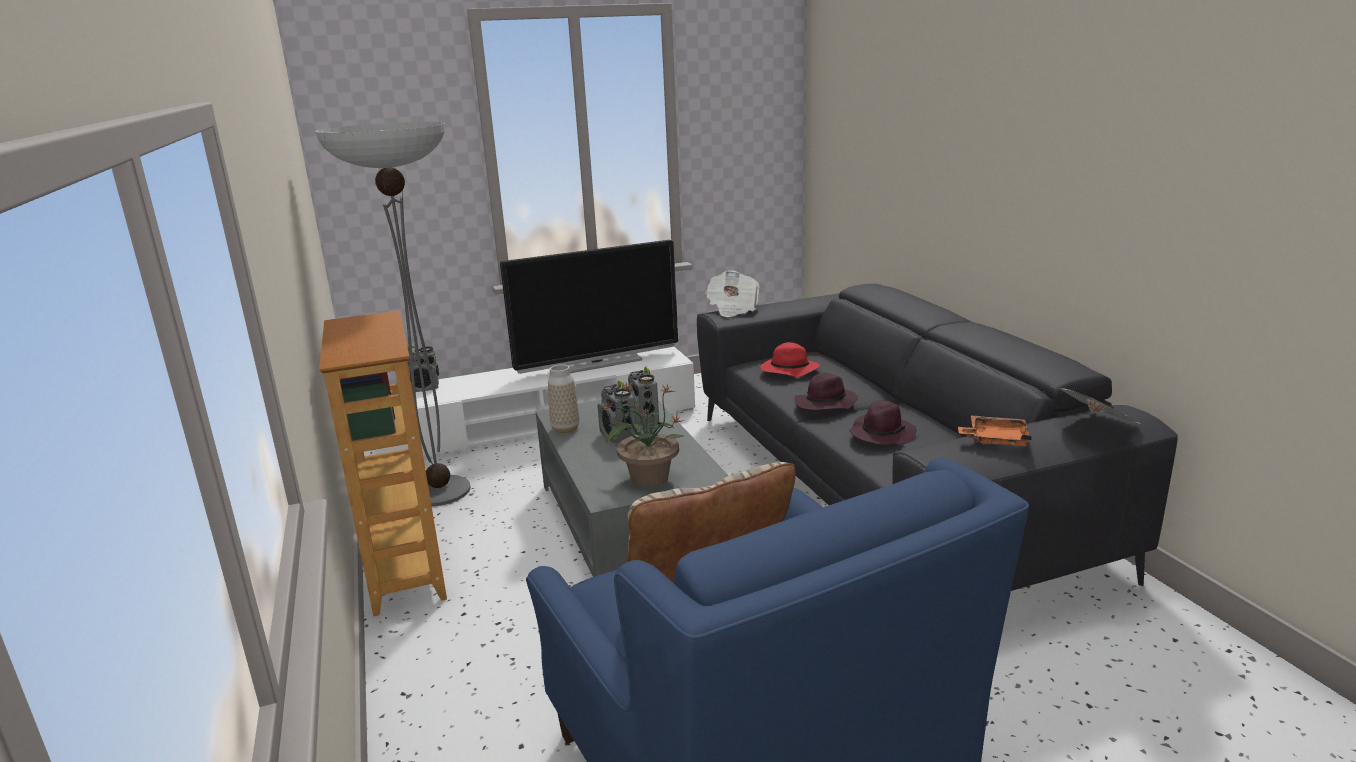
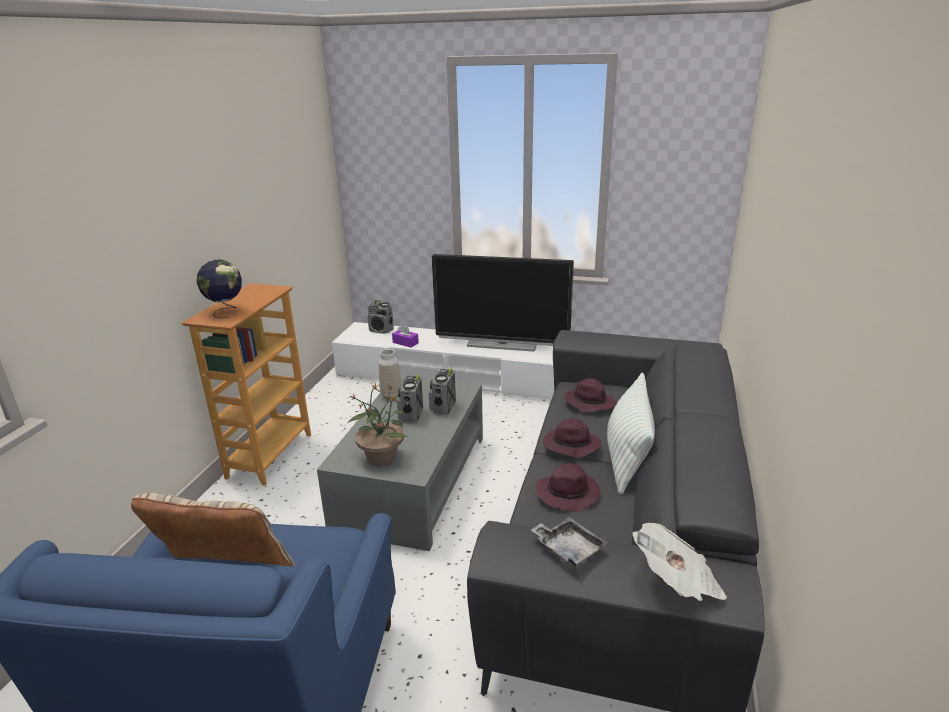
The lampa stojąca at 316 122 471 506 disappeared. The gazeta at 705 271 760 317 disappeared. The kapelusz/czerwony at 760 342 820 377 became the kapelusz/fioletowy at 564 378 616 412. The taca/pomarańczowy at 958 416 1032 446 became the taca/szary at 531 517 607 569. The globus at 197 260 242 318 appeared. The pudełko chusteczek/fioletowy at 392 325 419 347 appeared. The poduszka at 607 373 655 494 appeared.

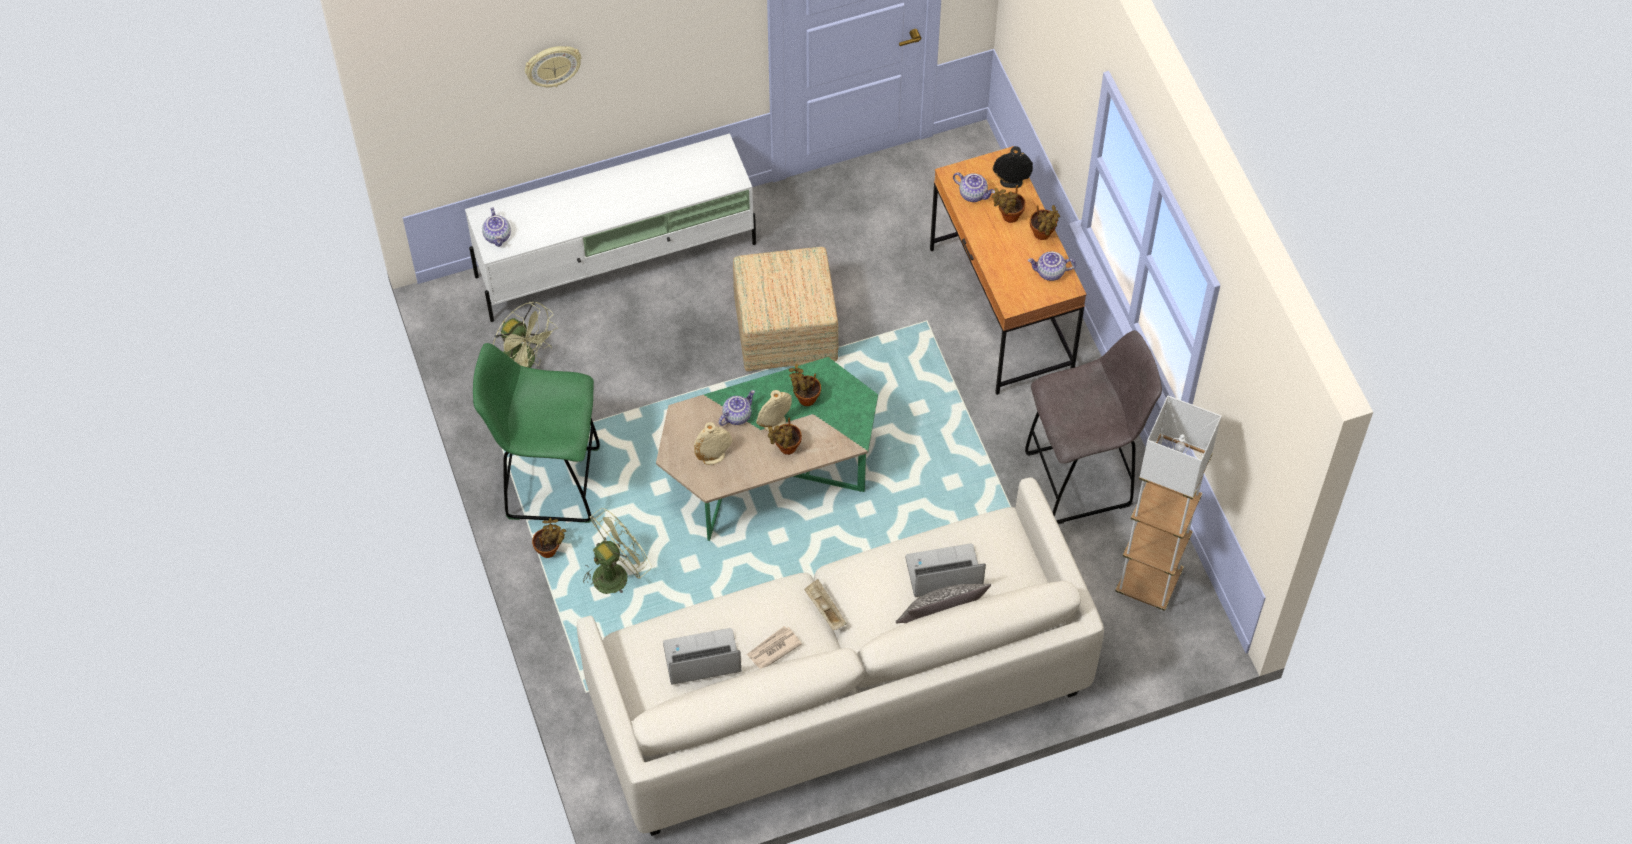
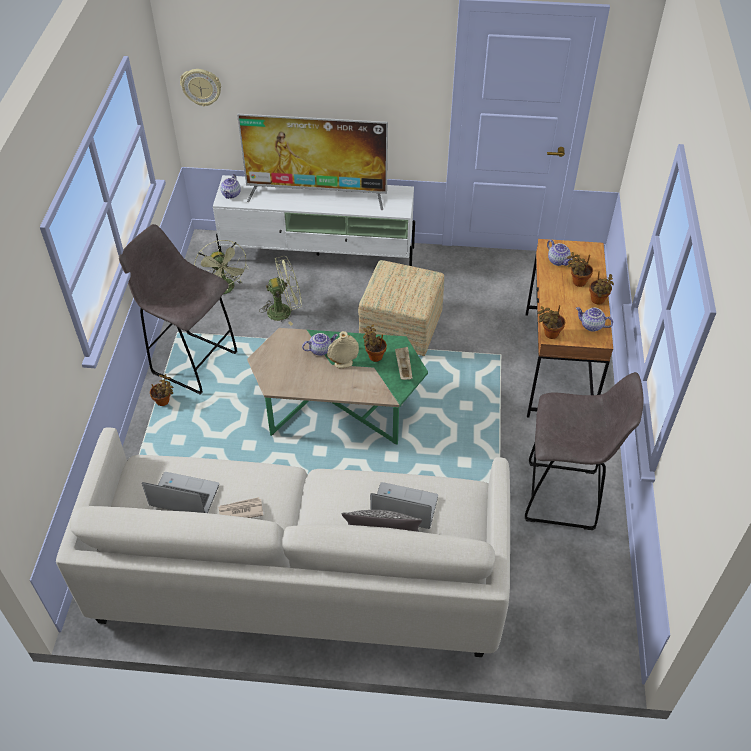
The zegar ścienny moved from 525 46 581 87 to 180 69 221 107. The wazon/czarny at 993 146 1033 188 disappeared. The stołek/zielony at 473 343 600 523 became the stołek/szary at 119 224 237 395. The lampa stojąca/biały at 1115 396 1221 611 disappeared. The roślina doniczkowa moved from 768 418 802 455 to 538 305 565 339. The wazon/beżowy at 694 422 733 465 disappeared. The wentylator/zielony moved from 583 508 651 594 to 259 256 302 326. The taca/beżowy moved from 804 579 847 630 to 395 347 413 380. The telewizor at 237 114 388 210 appeared.

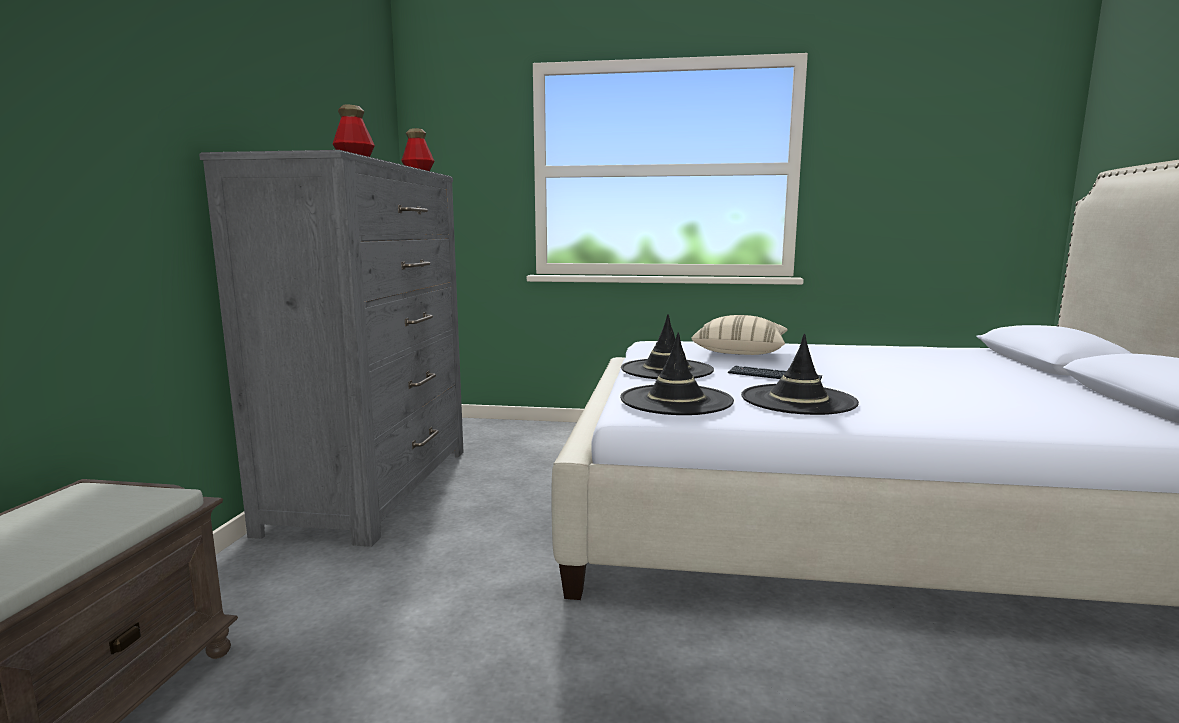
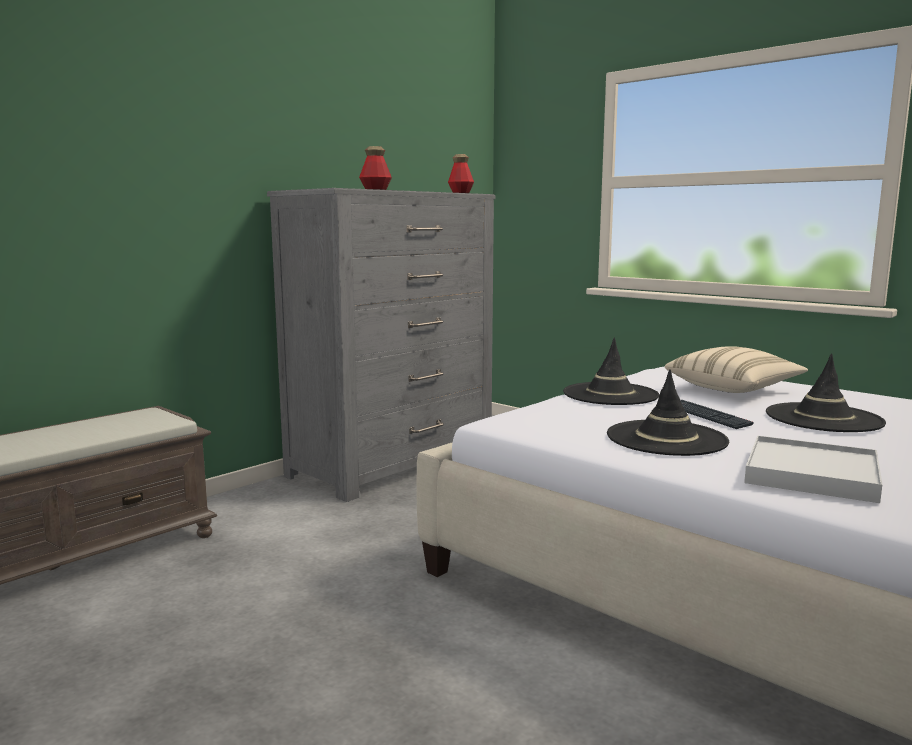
The kapelusz/czarny moved from 620 333 734 415 to 766 353 886 432. The taca/biały at 744 436 882 503 appeared.

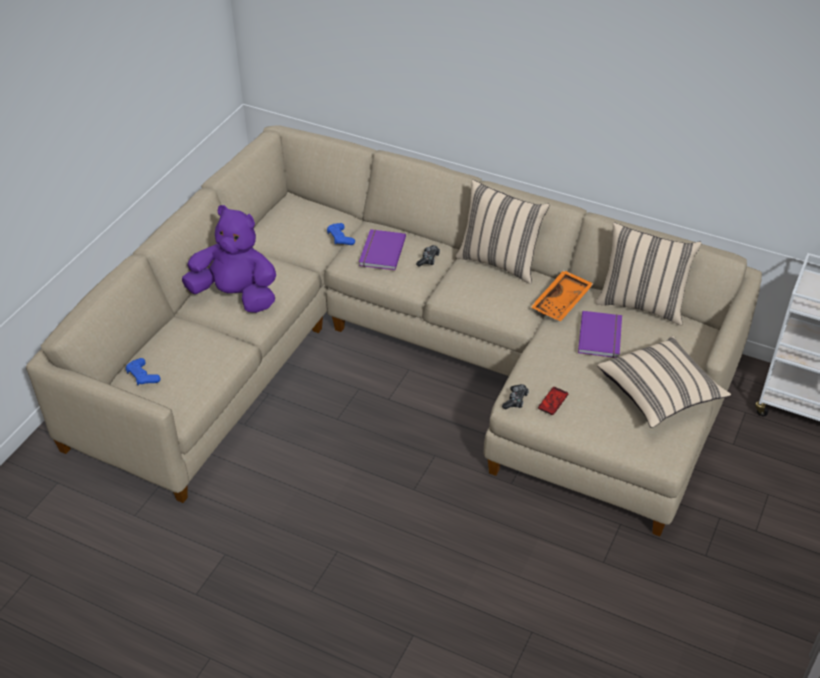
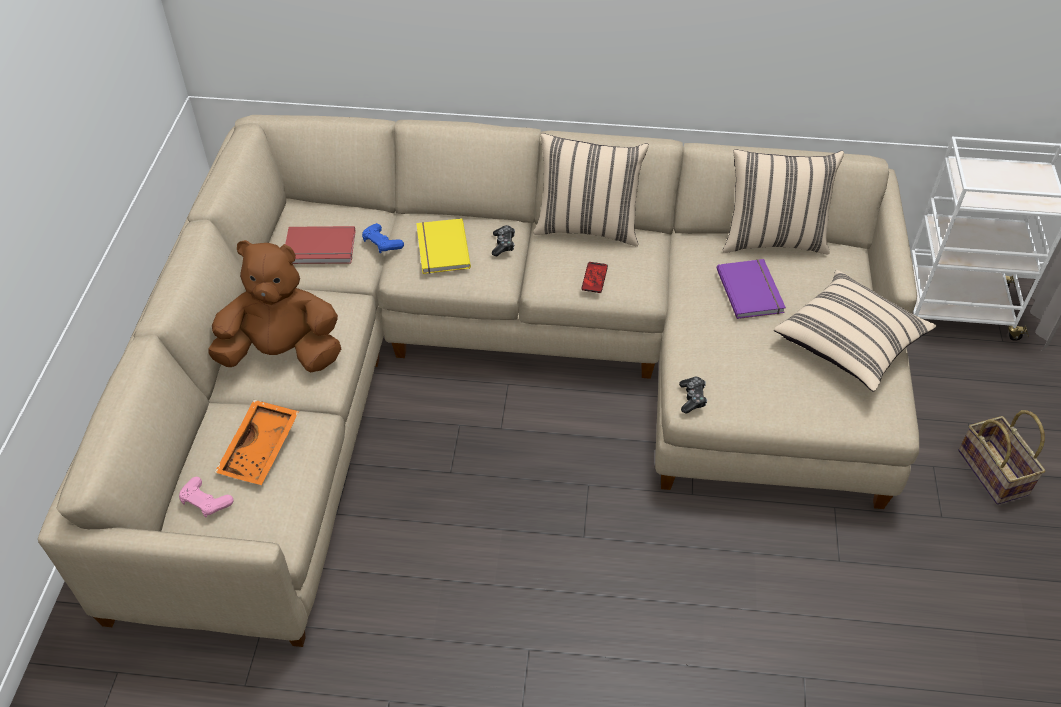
The pluszak/fioletowy at 182 205 276 313 became the pluszak/brązowy at 208 240 341 372. The książka/fioletowy at 359 229 406 270 became the książka/żółty at 416 219 471 274. The taca/pomarańczowy moved from 531 270 593 321 to 215 400 299 485. The pad do gier/niebieski at 126 358 161 385 became the pad do gier/różowy at 179 477 234 517. The telefon moved from 538 387 568 415 to 581 262 608 293. The książka/czerwony at 285 226 356 264 appeared. The koszyk at 958 410 1045 504 appeared.

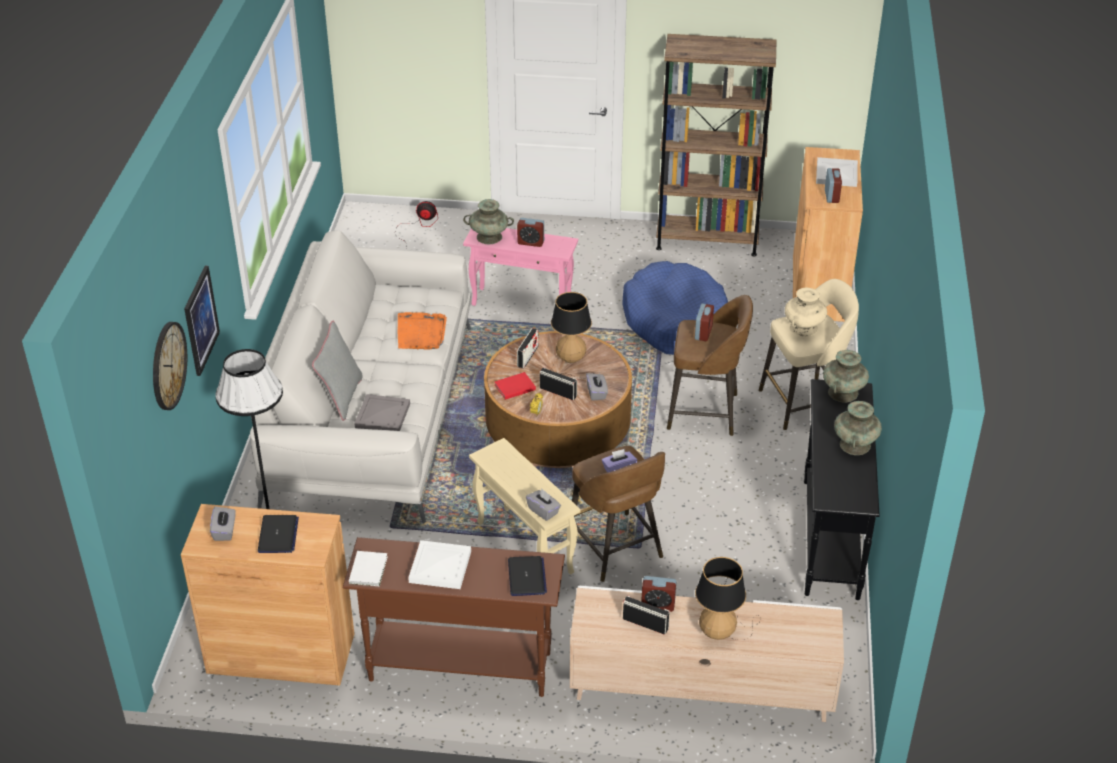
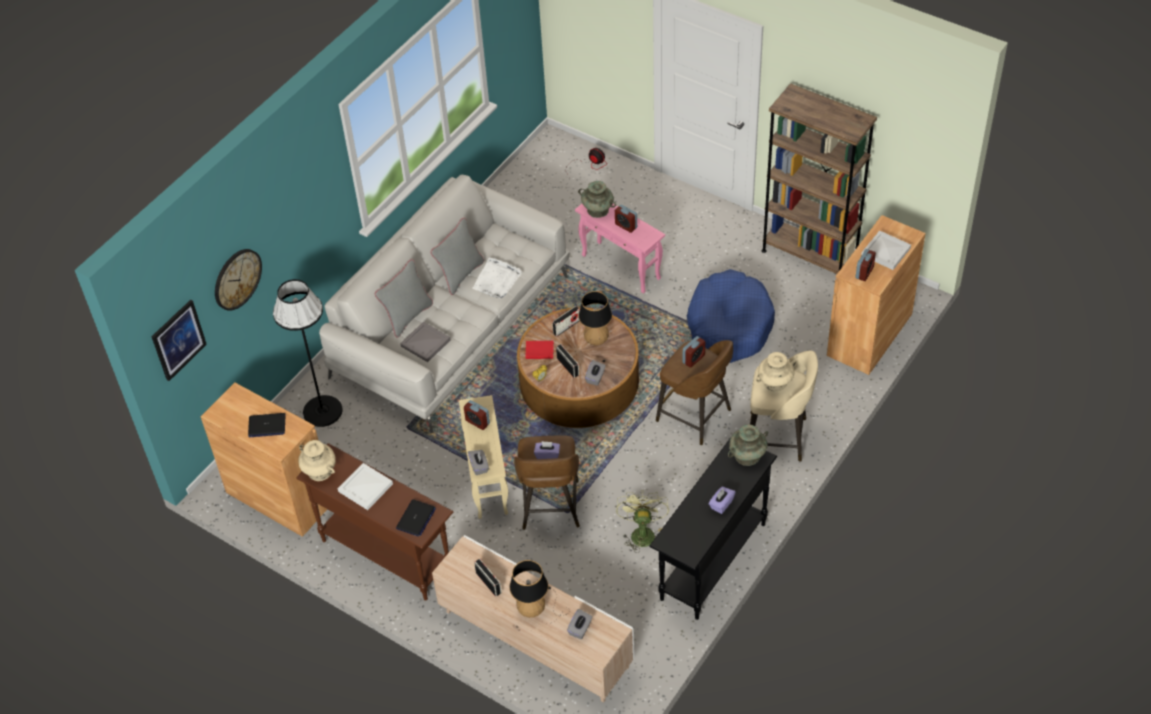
The obraz moved from 184 266 220 376 to 152 300 207 381. The taca/pomarańczowy at 398 312 447 349 became the taca/biały at 472 258 522 298. The wazon/turkusowy at 834 401 882 455 was replaced by the pudełko chusteczek/fioletowy at 709 487 736 514. The pudełko chusteczek/szary moved from 210 507 236 541 to 567 609 593 639. The laptop at 258 515 299 553 turned 60 degrees clockwise. The książka/biały at 349 551 388 586 was replaced by the wazon/beżowy at 299 440 336 481. The budzik moved from 641 576 676 612 to 464 400 490 430. The poduszka/szary at 431 218 484 295 appeared. The wentylator/zielony at 616 490 669 553 appeared.

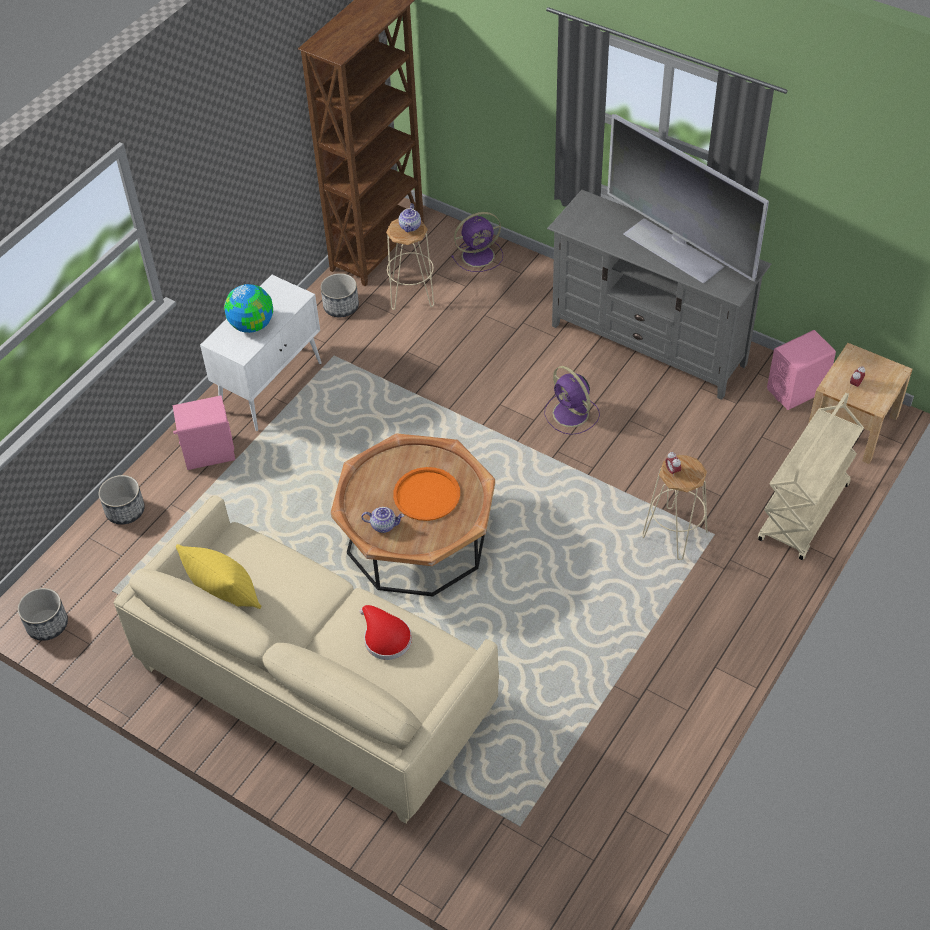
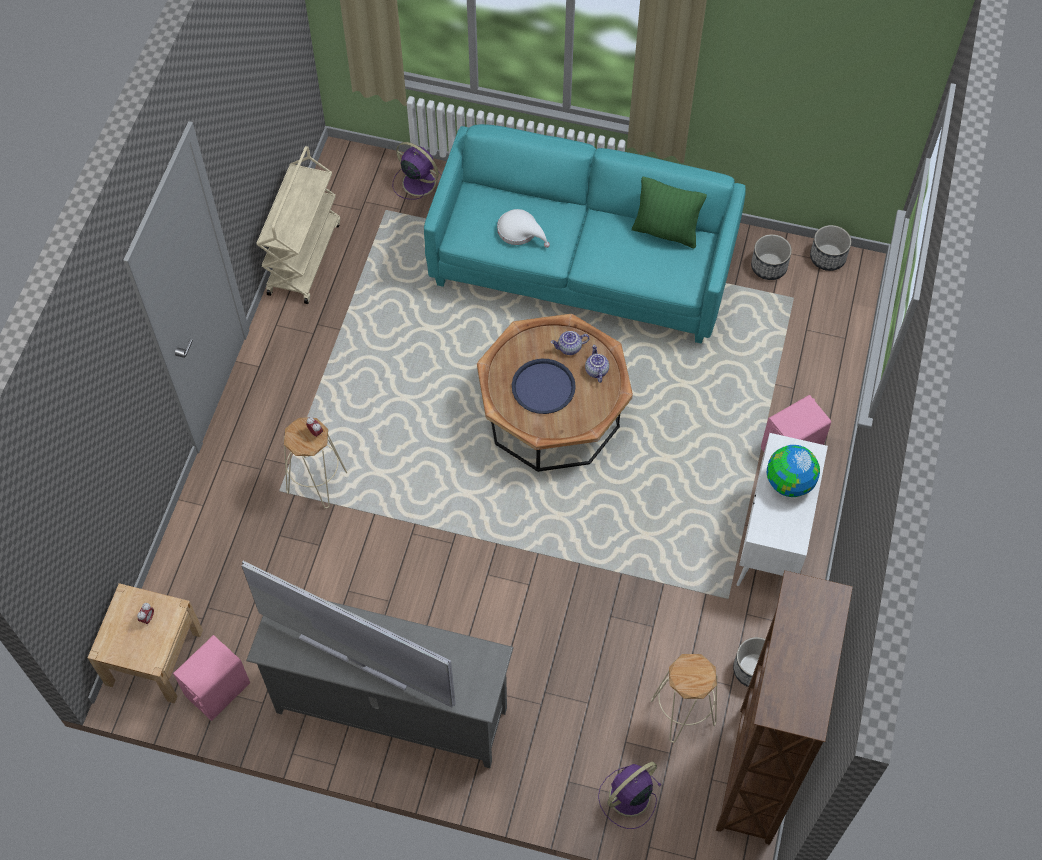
The imbryk moved from 399 203 421 233 to 585 345 609 383. The wentylator/fioletowy moved from 544 366 600 435 to 393 142 442 200. The wózek/beżowy moved from 758 393 864 560 to 256 146 340 304. The taca/pomarańczowy at 393 467 460 521 became the taca/niebieski at 512 359 576 414. The donica moved from 99 475 145 525 to 751 234 792 280. The kanapa/beżowy at 114 495 499 824 became the kanapa/turkusowy at 424 124 746 344. The poduszka/żółty at 176 544 261 609 became the poduszka/zielony at 632 177 707 248. The kapelusz/czerwony at 360 605 412 660 became the kapelusz/biały at 497 209 550 248.

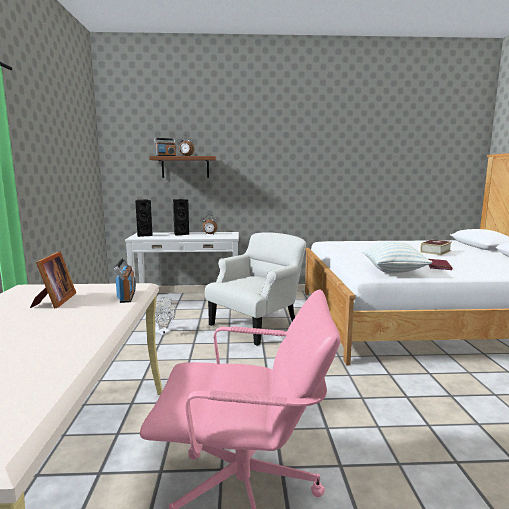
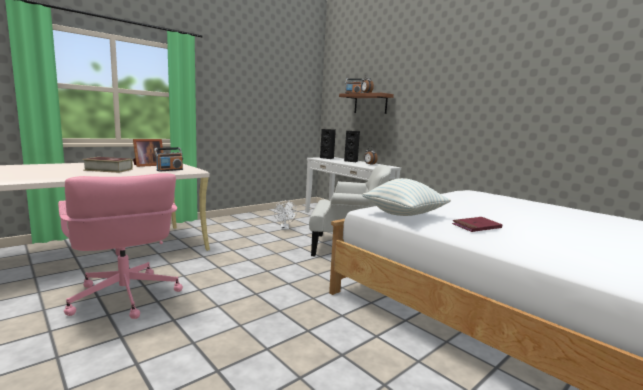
The książka moved from 420 240 452 255 to 82 157 133 173.

